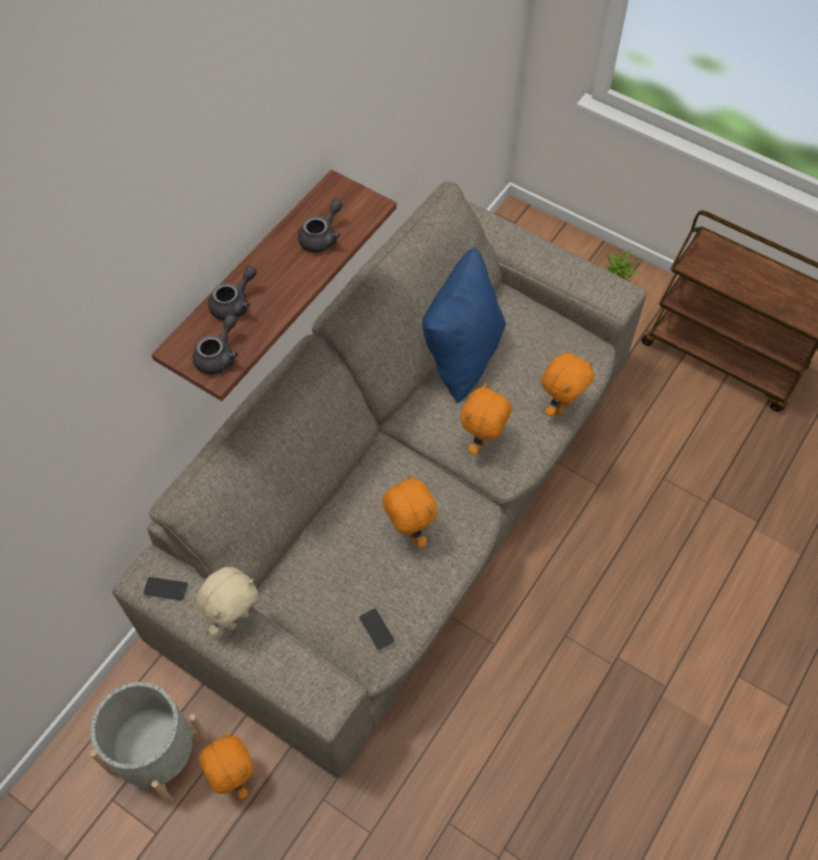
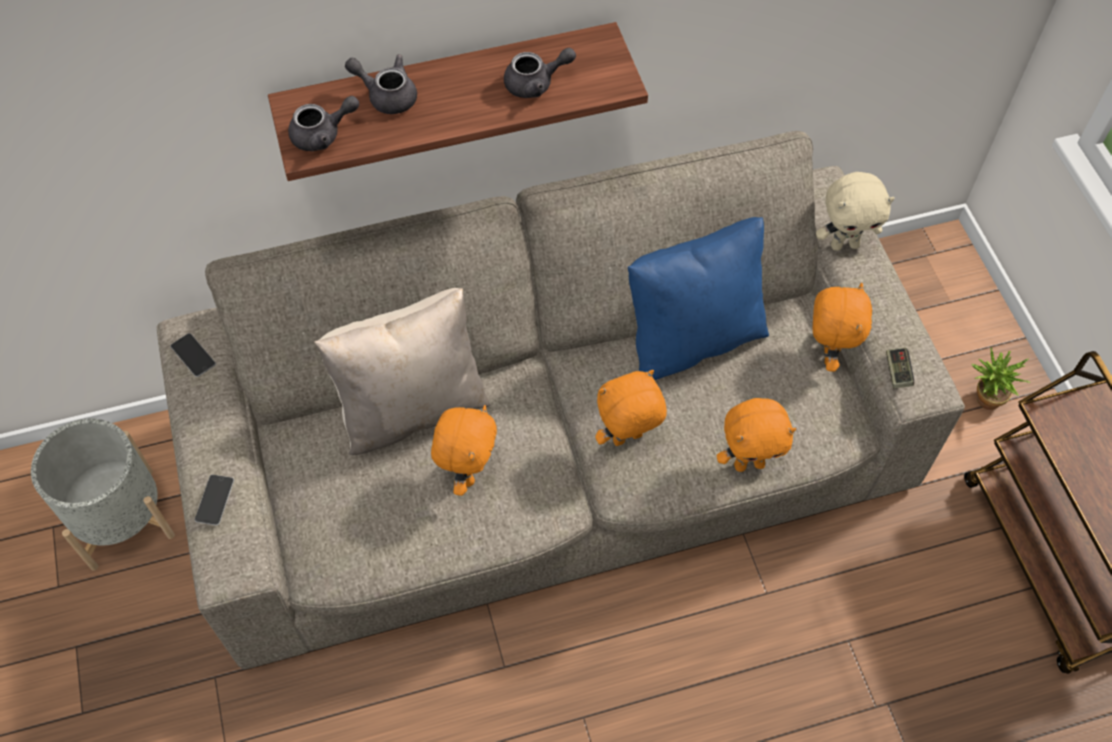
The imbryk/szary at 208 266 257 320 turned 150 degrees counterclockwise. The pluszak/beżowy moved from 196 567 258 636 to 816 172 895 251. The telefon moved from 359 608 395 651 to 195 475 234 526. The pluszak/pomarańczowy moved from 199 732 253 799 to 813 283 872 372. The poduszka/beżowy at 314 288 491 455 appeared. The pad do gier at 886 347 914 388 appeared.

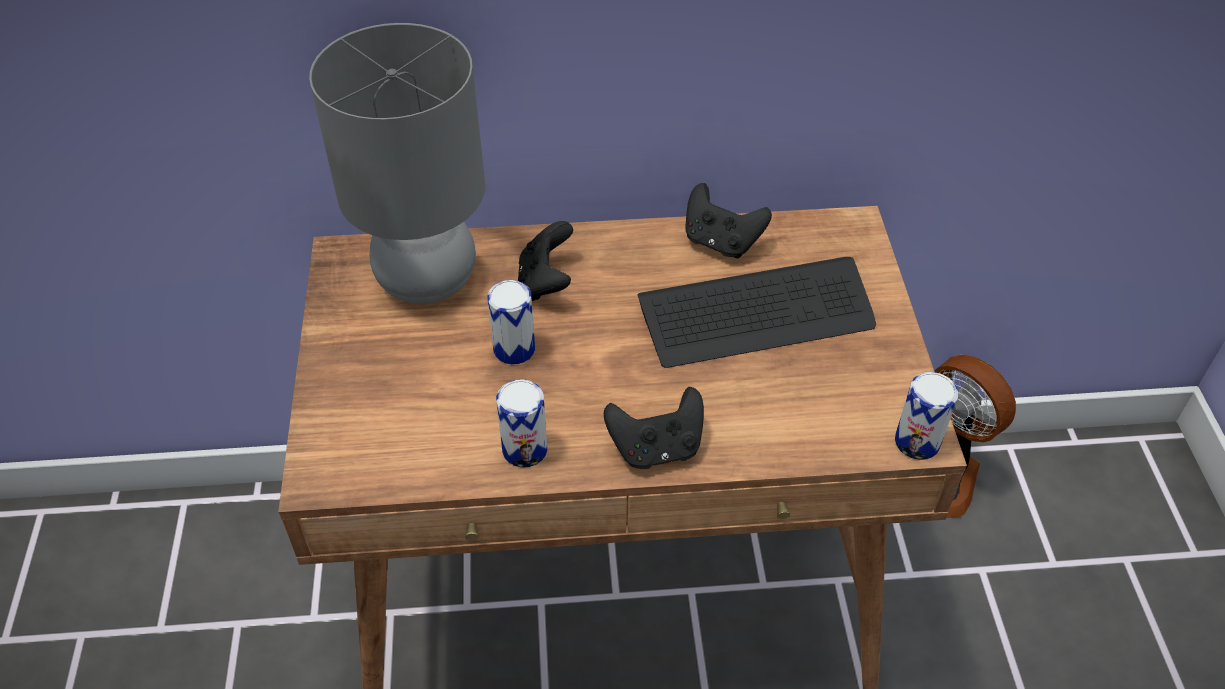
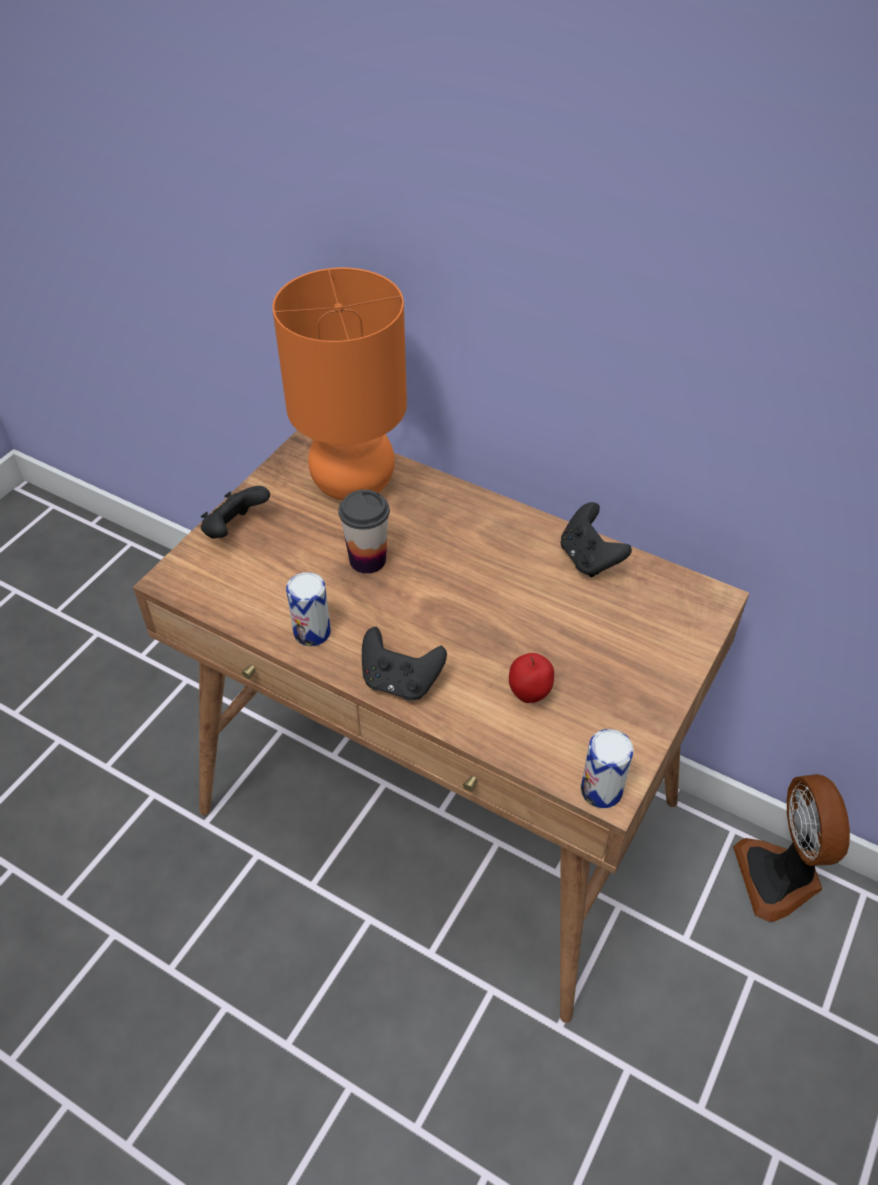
The lampa stołowa/szary at 309 23 485 304 became the lampa stołowa/pomarańczowy at 272 268 407 500. The pad do gier/czarny moved from 518 221 573 301 to 201 486 270 539. The klawiatura at 638 257 876 368 disappeared. The puszka at 487 280 535 364 was replaced by the filiżanka at 338 490 390 574. The jabłko at 509 653 554 703 appeared.

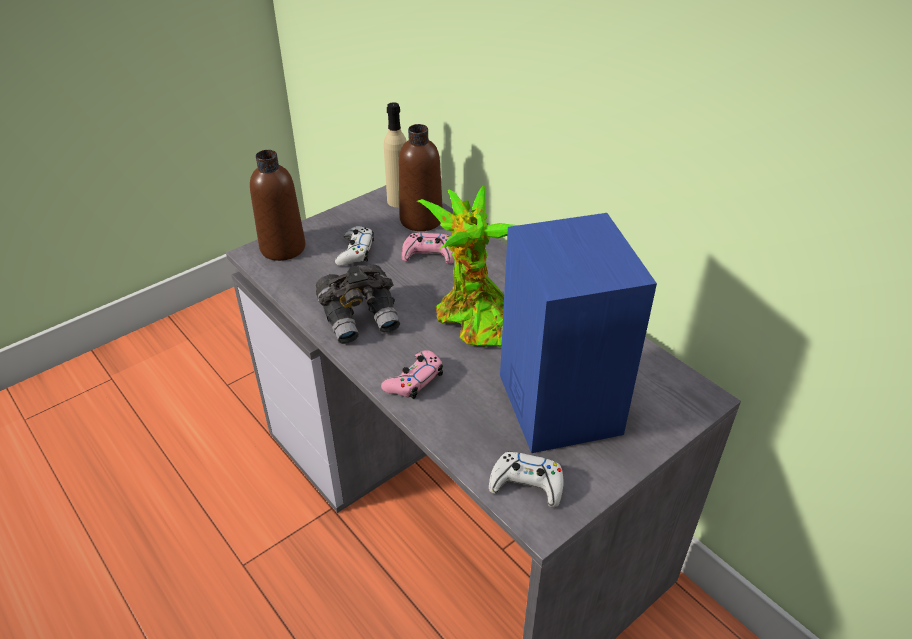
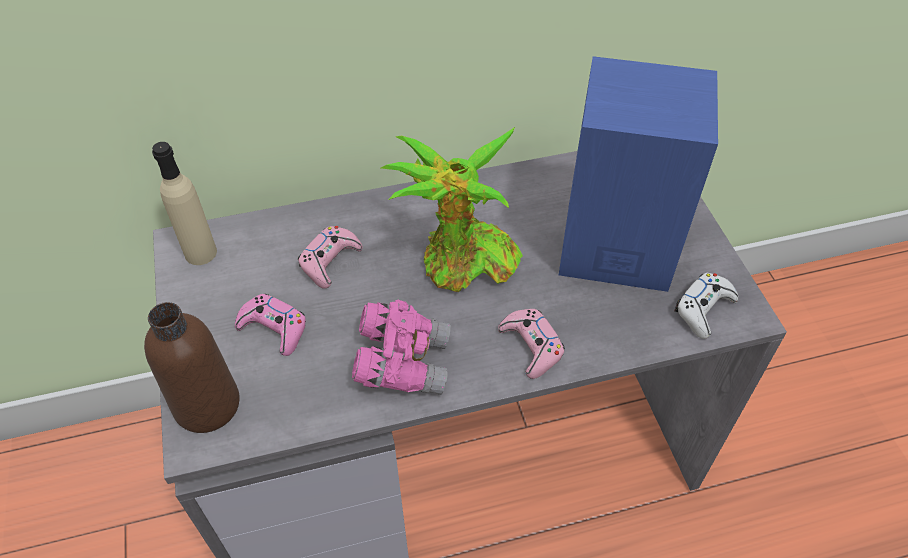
The butelka/brązowy at 399 124 443 231 disappeared. The pad do gier/biały at 335 226 374 266 became the pad do gier/różowy at 235 294 306 356. The lornetka/szary at 316 265 400 344 became the lornetka/różowy at 352 299 451 395.

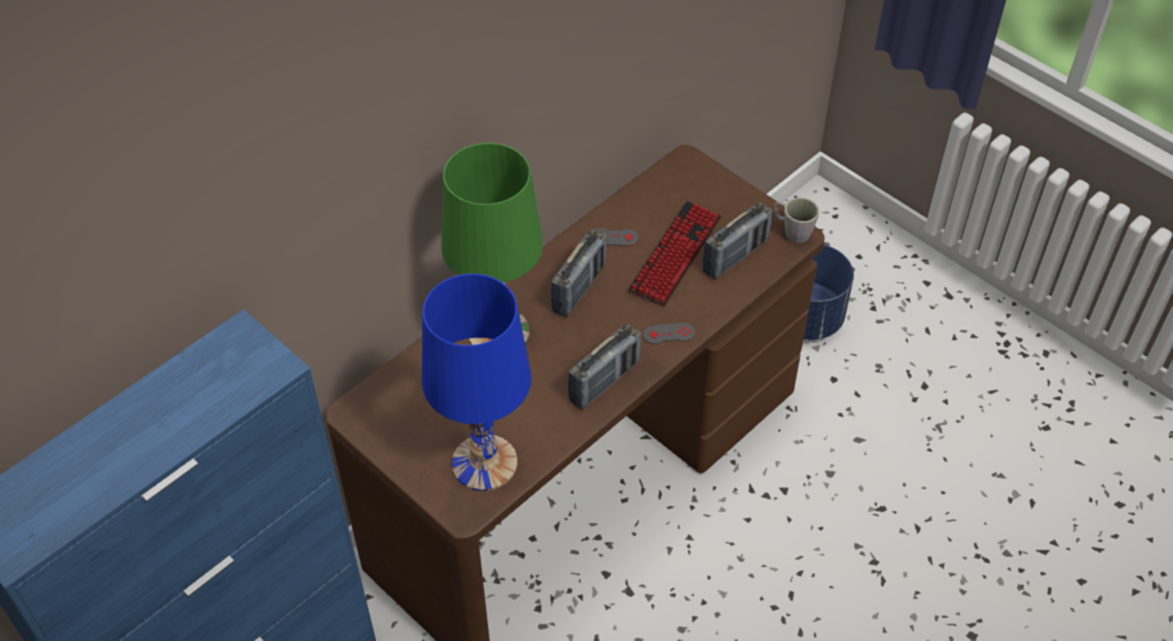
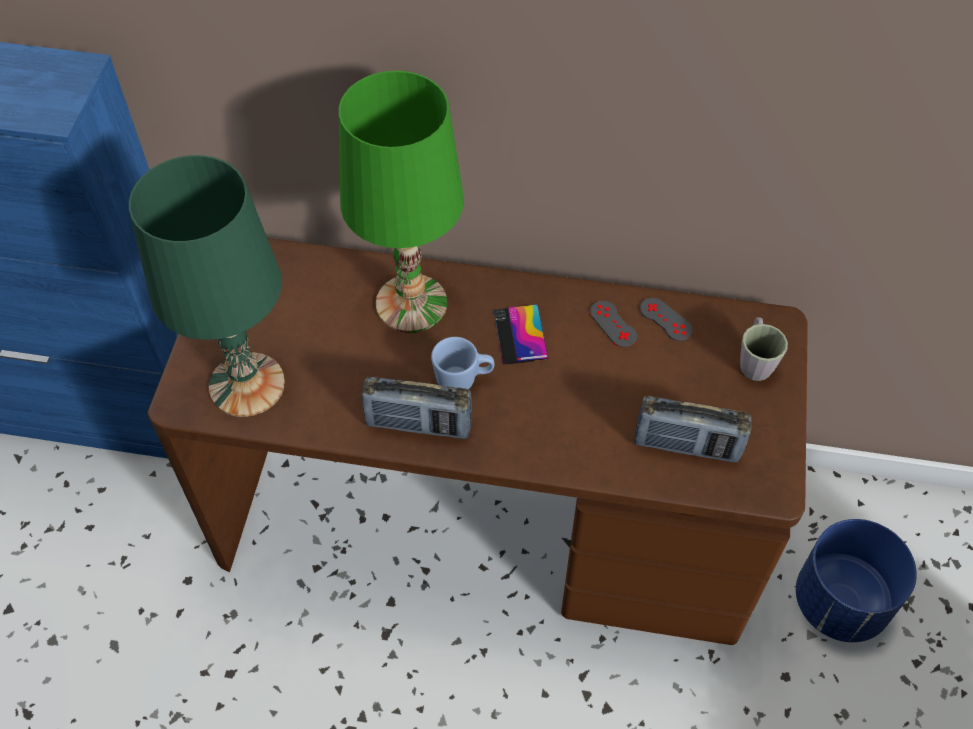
The kubek/szary moved from 773 198 819 243 to 740 317 788 381. The klawiatura at 628 201 721 307 disappeared. The radio at 551 229 607 317 was replaced by the telefon at 494 304 548 365. The lampa stołowa/niebieski at 422 274 531 491 became the lampa stołowa/zielony at 129 155 285 417. The pad do gier/szary moved from 643 323 695 345 to 640 298 693 341. The kubek/niebieski at 431 337 495 389 appeared.

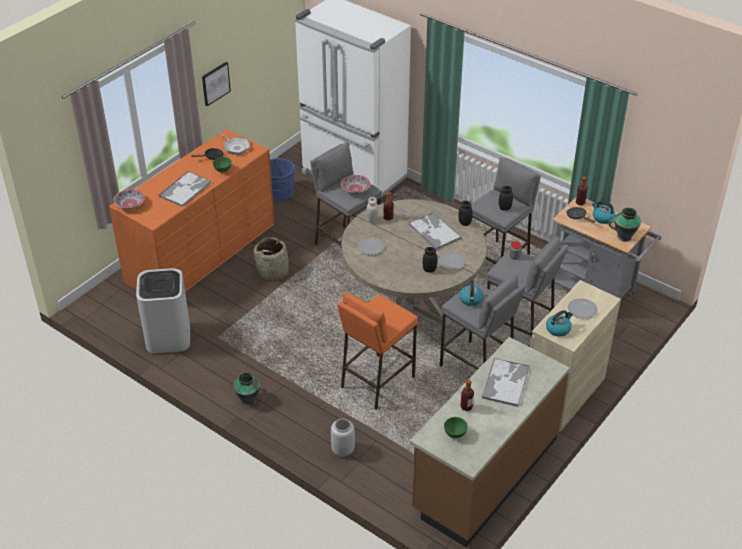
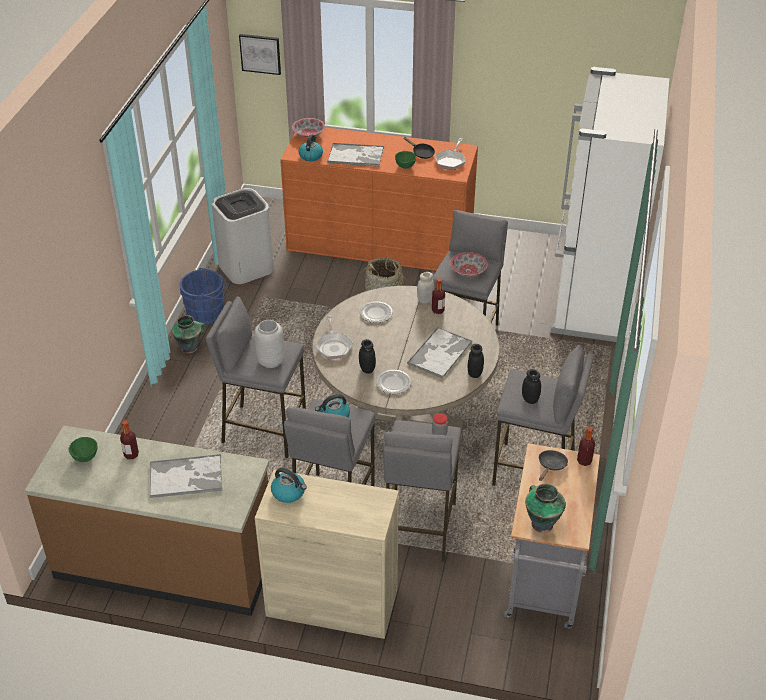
The obraz moved from 202 62 231 106 to 239 34 281 75. The wiadro/niebieski moved from 270 158 298 201 to 179 268 228 325. The czajnik moved from 592 200 615 224 to 299 134 323 161. The stołek/pomarańczowy at 338 292 418 410 became the stołek/szary at 206 296 306 458. The talerz at 568 298 598 319 disappeared. The wazon/szary moved from 331 419 355 457 to 254 320 285 368. The patelnia at 316 315 353 359 appeared.

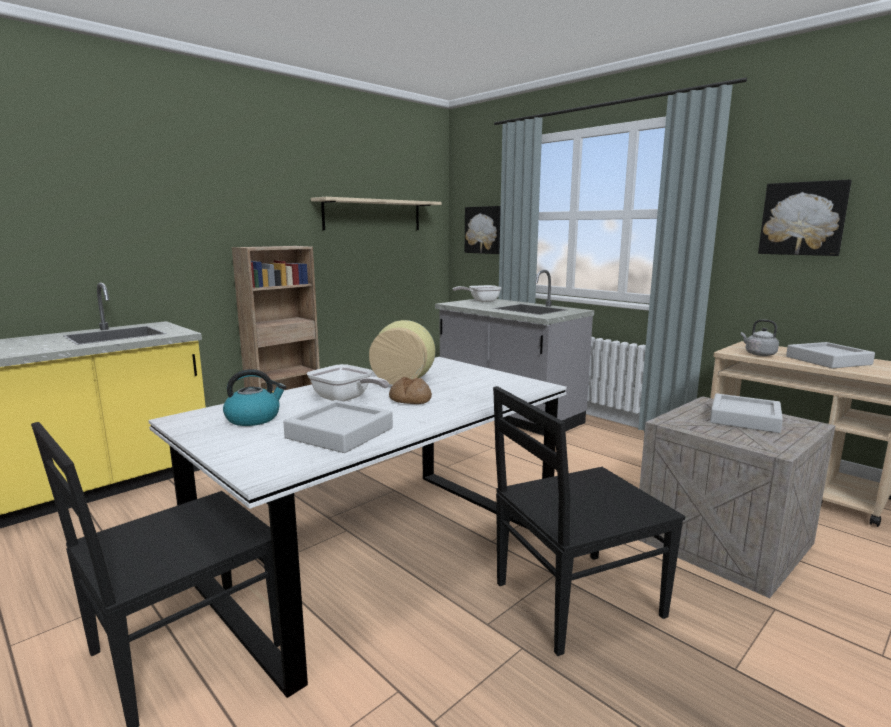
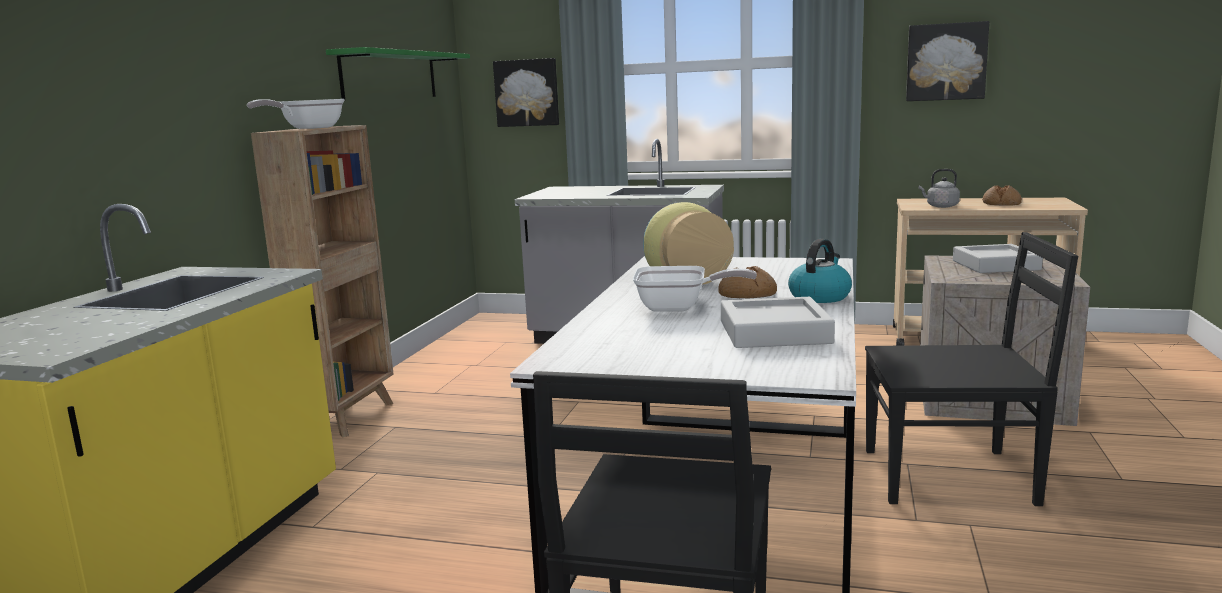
The półka/beżowy at 311 197 441 230 became the półka/zielony at 326 47 470 101. The patelnia moved from 453 285 502 302 to 247 99 345 129. The taca/szary at 786 342 875 369 was replaced by the chleb at 982 185 1022 206. The czajnik moved from 223 369 286 426 to 788 239 852 303. The krzesło/czarny at 493 386 685 656 turned 120 degrees counterclockwise.

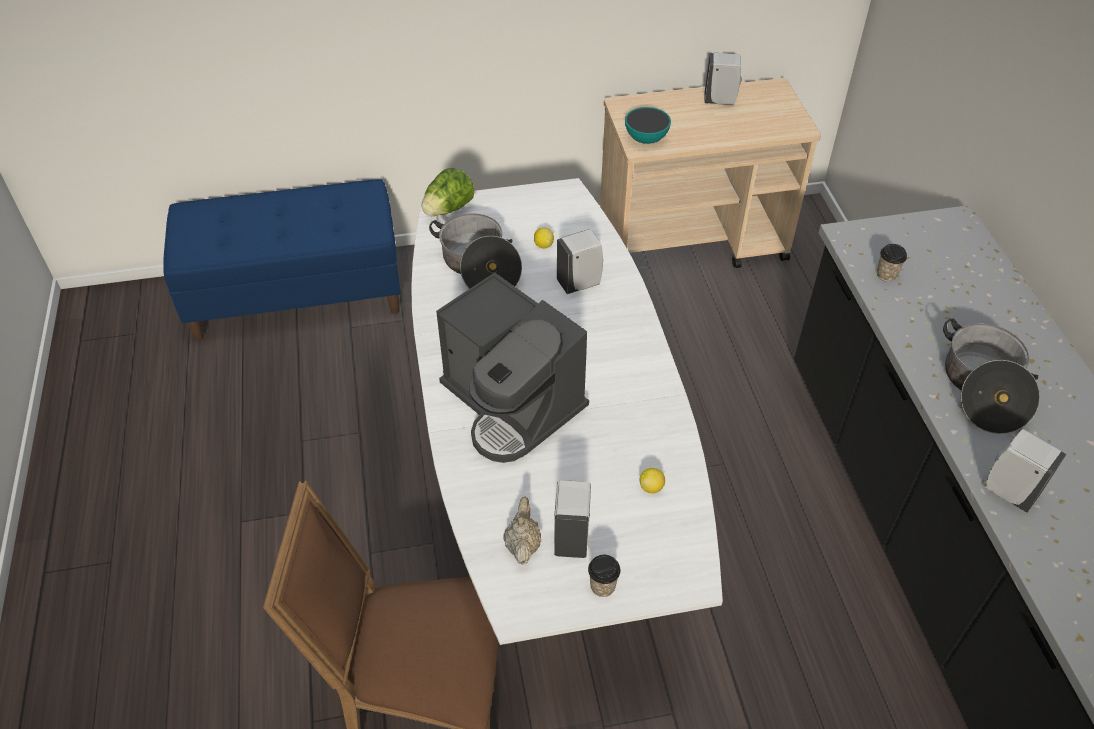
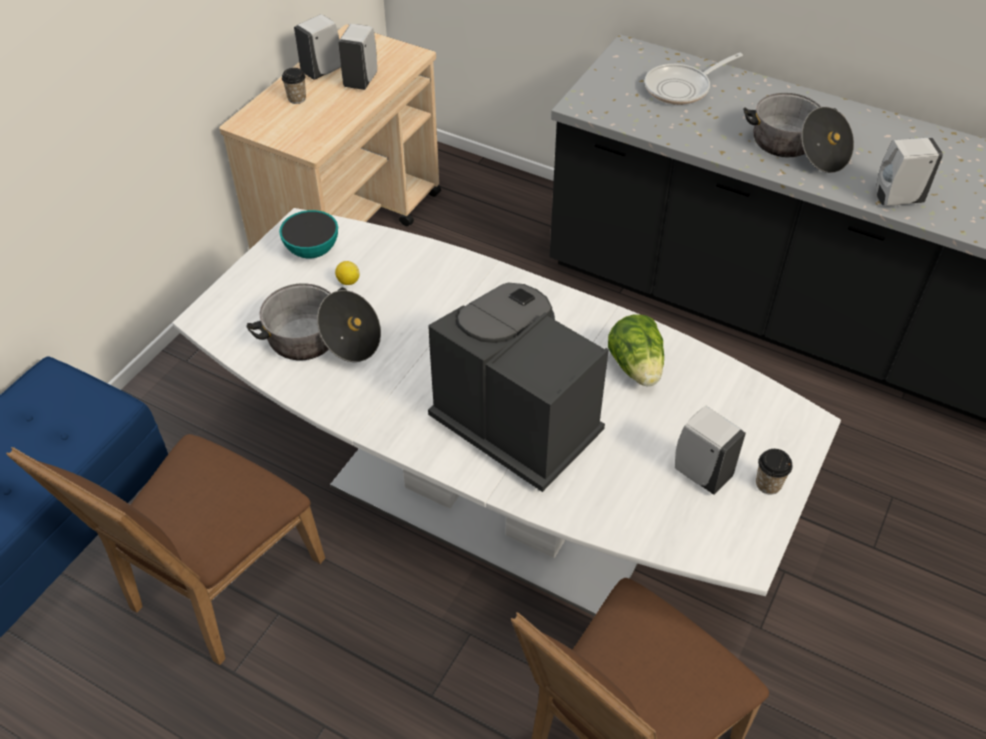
The miska moved from 625 107 671 144 to 279 210 338 258. The sałata moved from 422 168 474 216 to 608 315 664 386. The dozownik mydła/biały moved from 557 229 603 294 to 338 24 377 90. The filiżanka moved from 877 244 907 282 to 282 68 306 104. The ekspres do kawy at 436 272 589 463 turned 135 degrees counterclockwise. The cytryna at 639 468 665 493 disappeared. The imbryk/beżowy at 503 497 541 565 disappeared. The patelnia at 645 53 743 105 appeared. The krzesło/brązowy at 6 434 325 665 appeared.

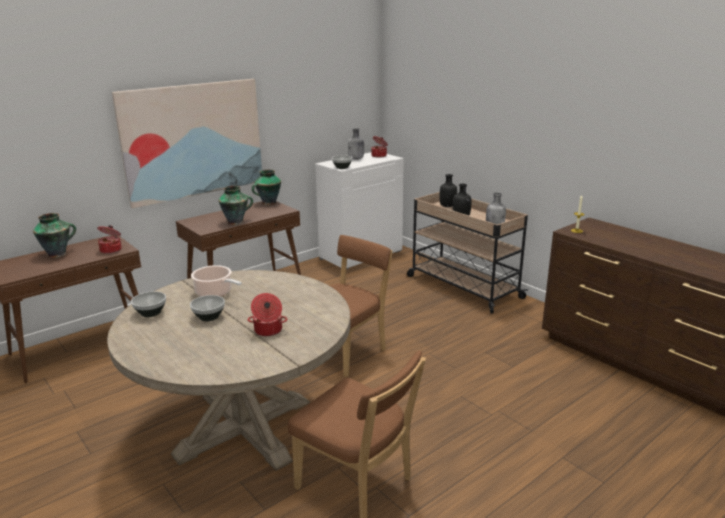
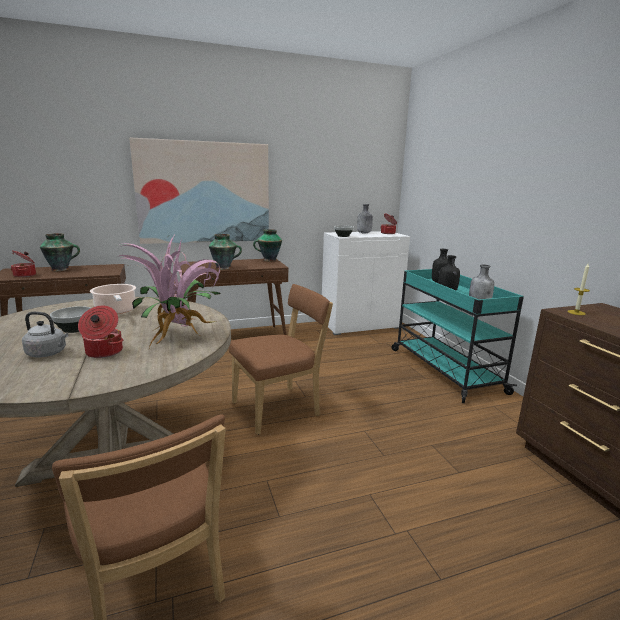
The wózek/beżowy at 407 192 528 314 became the wózek/turkusowy at 391 269 524 403. The garnek moved from 97 225 122 254 to 11 250 36 277. The miska at 131 291 166 317 disappeared. The roślina doniczkowa at 119 236 221 348 appeared. The czajnik/szary at 22 312 68 357 appeared.

